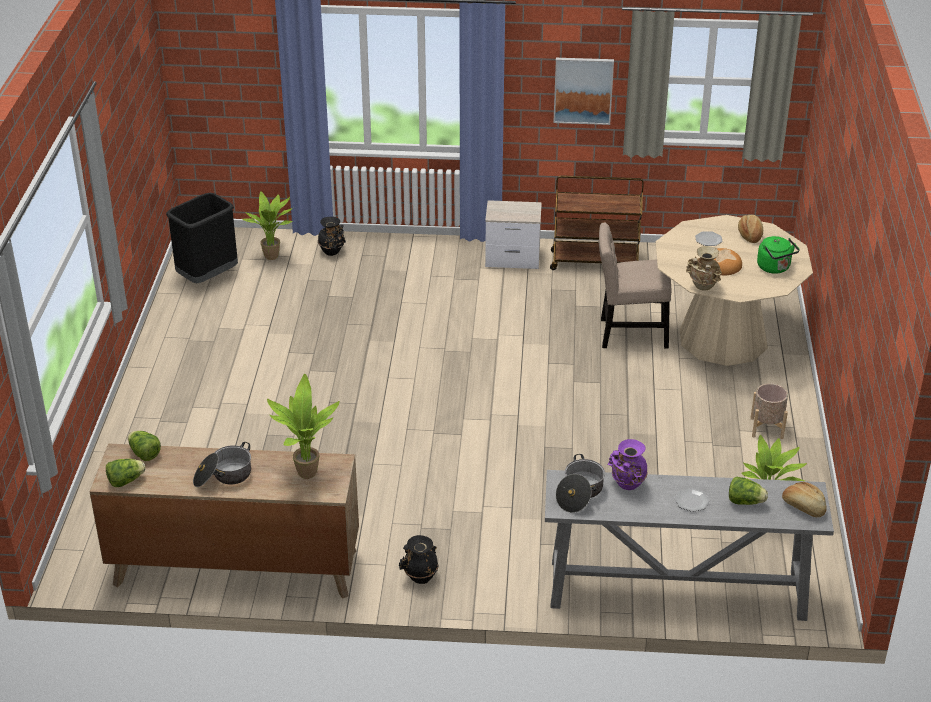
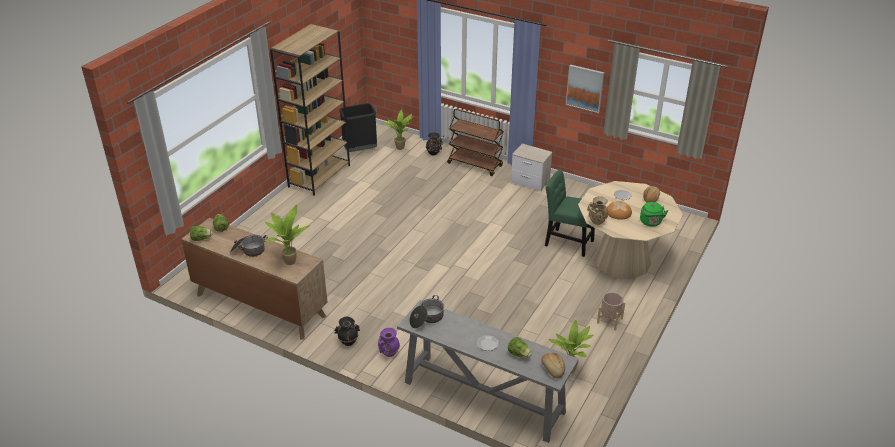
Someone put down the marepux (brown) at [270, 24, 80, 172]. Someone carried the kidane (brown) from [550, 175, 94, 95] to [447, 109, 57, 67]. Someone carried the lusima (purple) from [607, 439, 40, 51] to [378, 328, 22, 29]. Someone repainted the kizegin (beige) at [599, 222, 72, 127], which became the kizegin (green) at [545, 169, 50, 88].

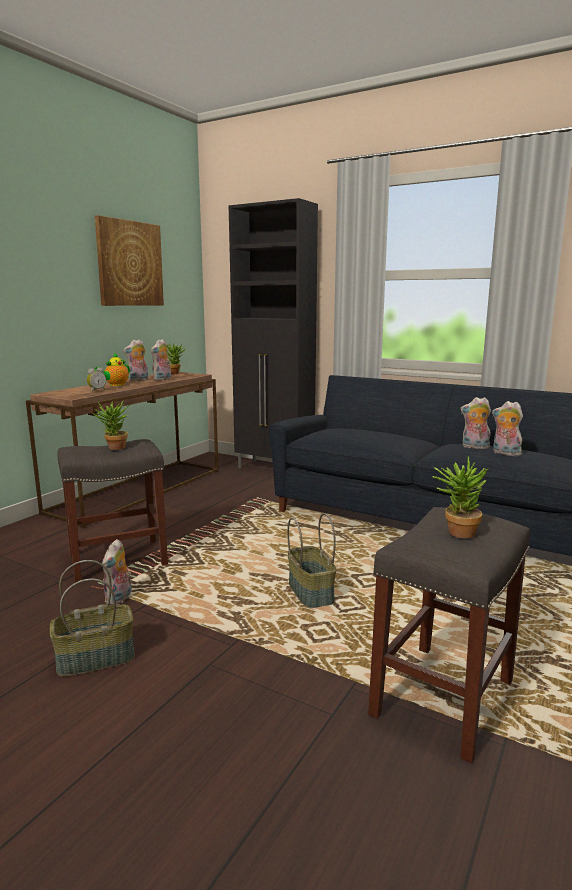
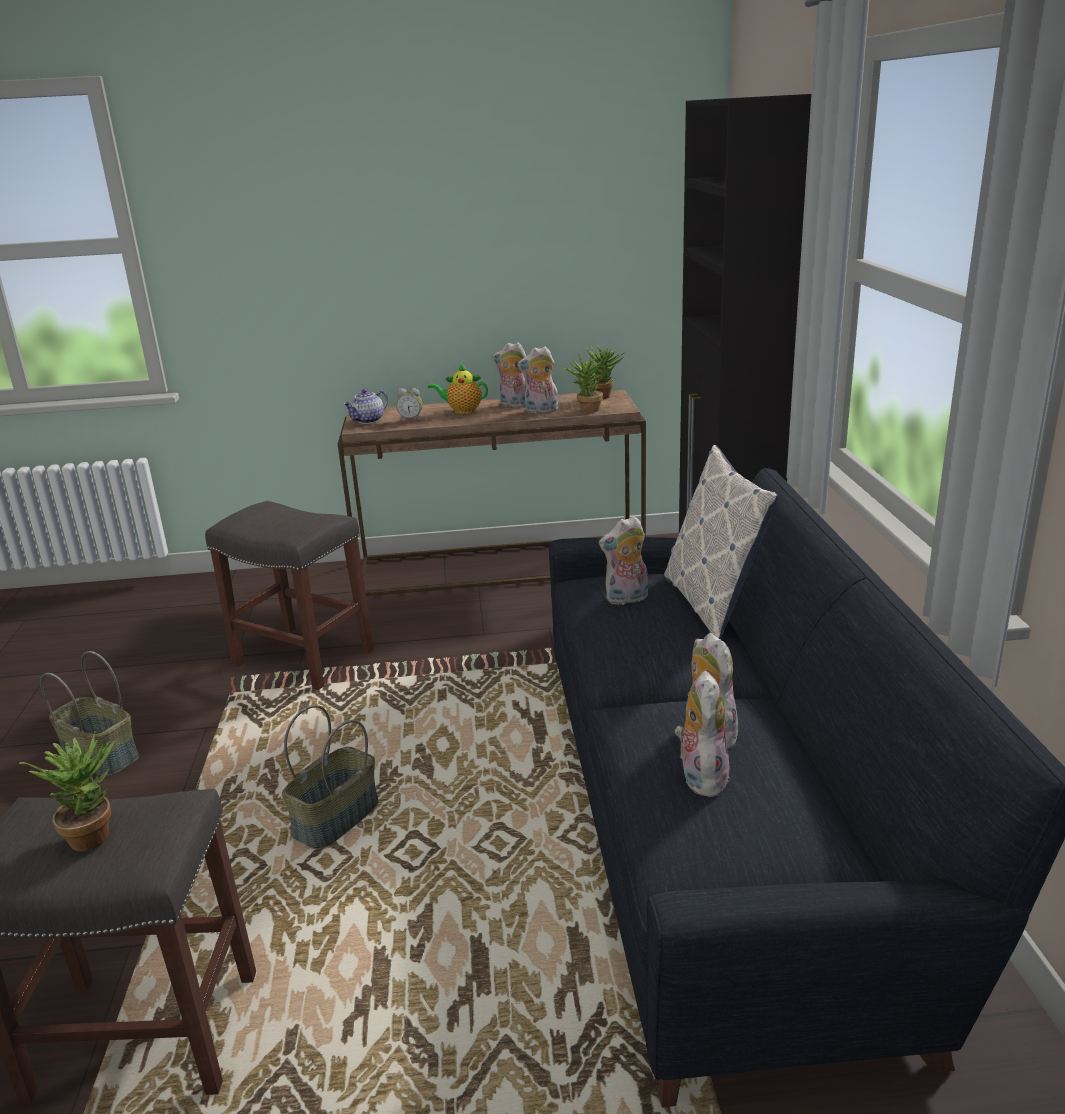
Someone took away the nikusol at [95, 215, 69, 91]. Someone put down the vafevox at [343, 389, 45, 35]. Someone put down the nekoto at [664, 445, 114, 195]. Someone carried the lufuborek from [92, 401, 37, 49] to [563, 354, 41, 59]. Someone carried the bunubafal from [102, 539, 30, 66] to [599, 516, 49, 89].

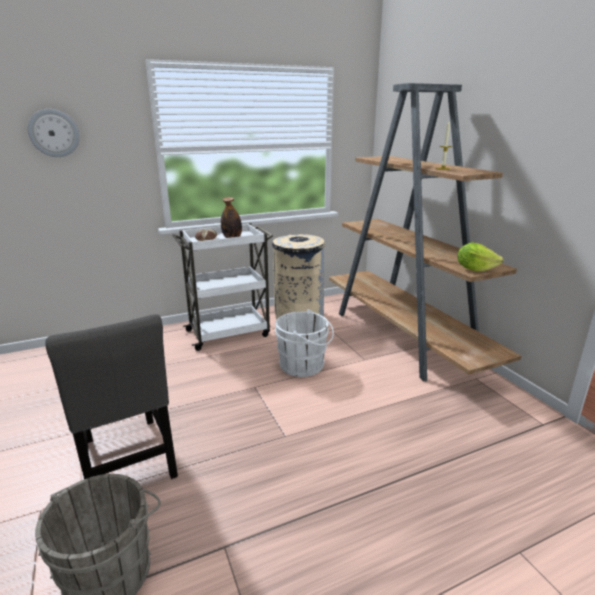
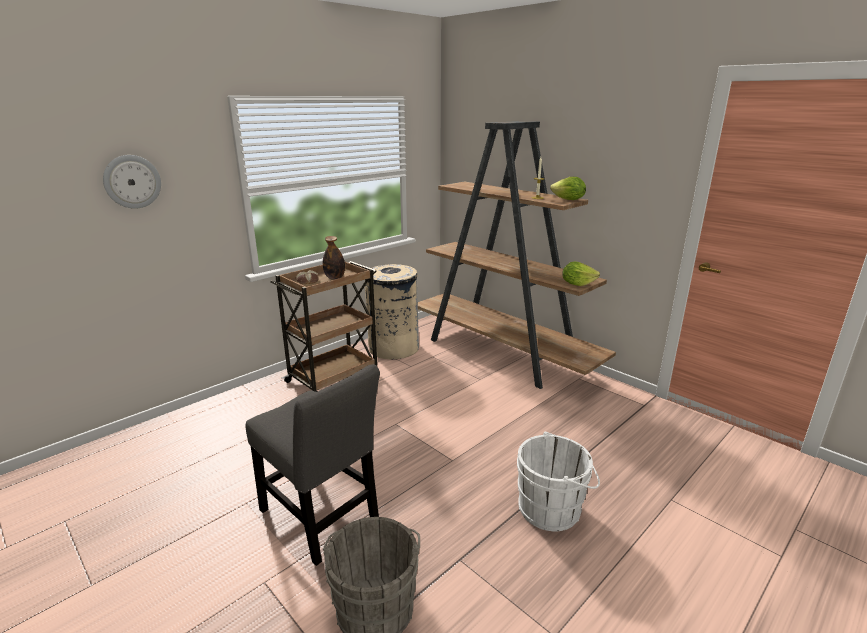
Someone put down the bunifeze at [550, 177, 36, 23]. Someone carried the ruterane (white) from [275, 309, 59, 68] to [517, 431, 83, 100]. Someone repainted the kidane (white) at [173, 223, 100, 128], which became the kidane (brown) at [270, 260, 107, 132].

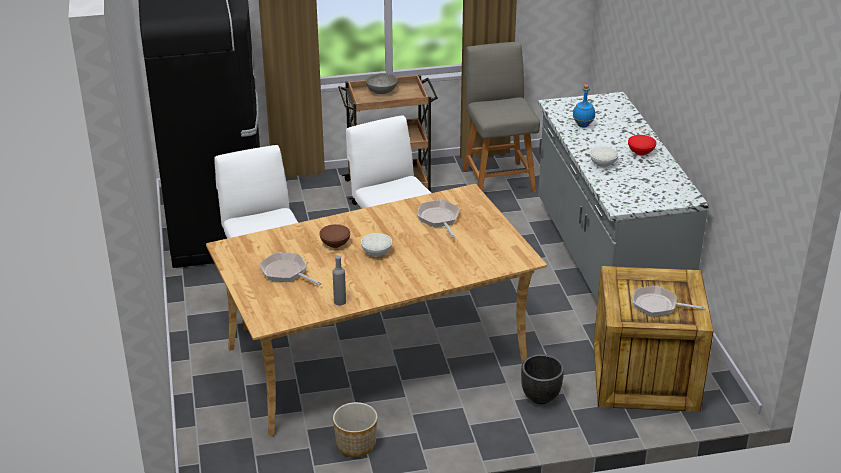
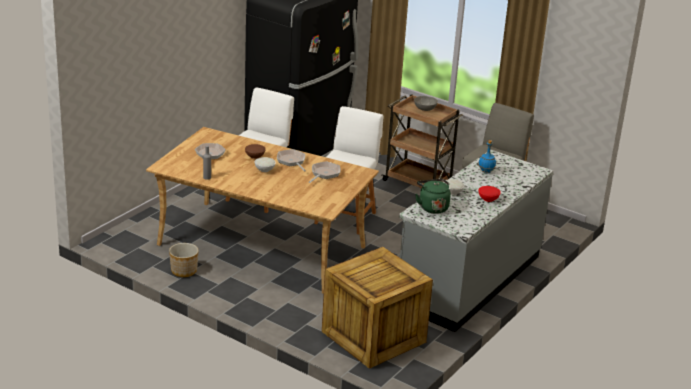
Someone took away the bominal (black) at [521, 354, 43, 50]. Someone put down the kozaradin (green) at [415, 179, 36, 35]. Someone carried the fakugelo from [632, 286, 73, 31] to [277, 149, 29, 22].

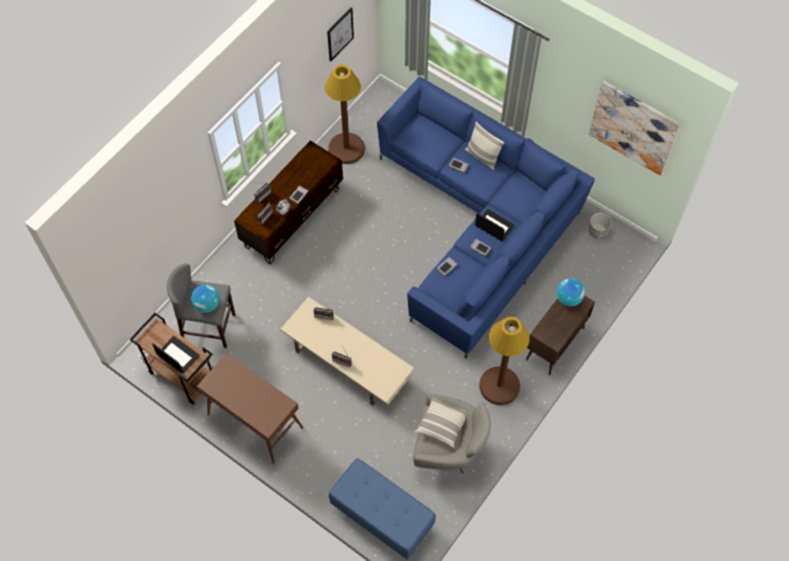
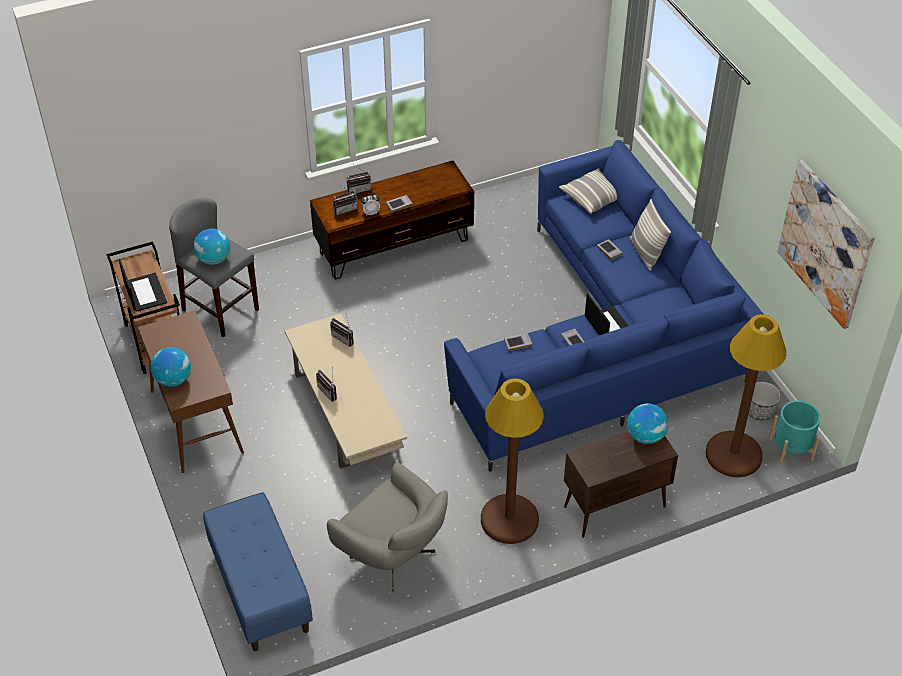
Someone took away the nikusol at [327, 8, 27, 54]. Someone put down the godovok at [151, 347, 40, 40]. Someone put down the bominal (turquoise) at [769, 400, 52, 65]. Someone carried the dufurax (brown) from [325, 64, 40, 100] to [706, 314, 80, 163]. Someone carried the nekoto from [414, 398, 54, 50] to [559, 169, 58, 45].

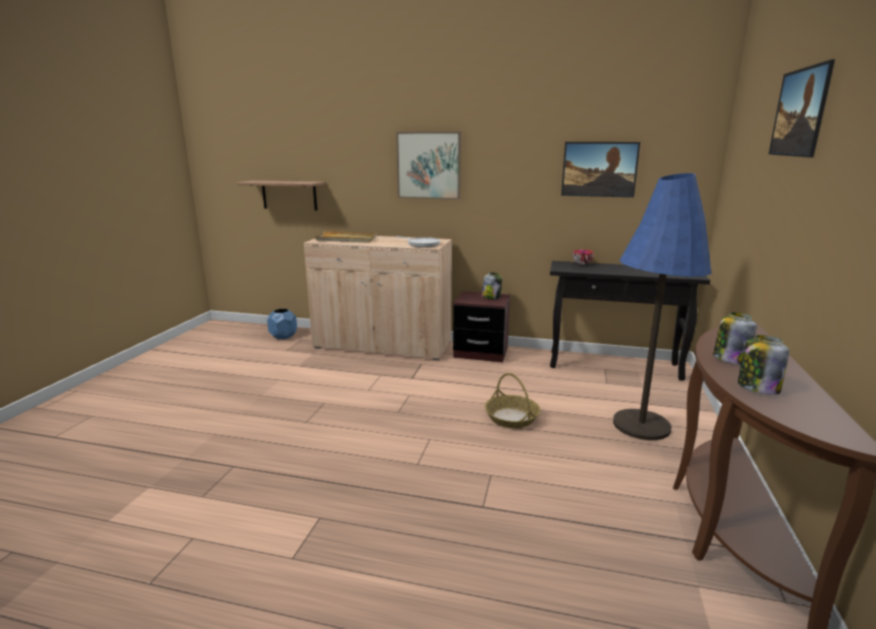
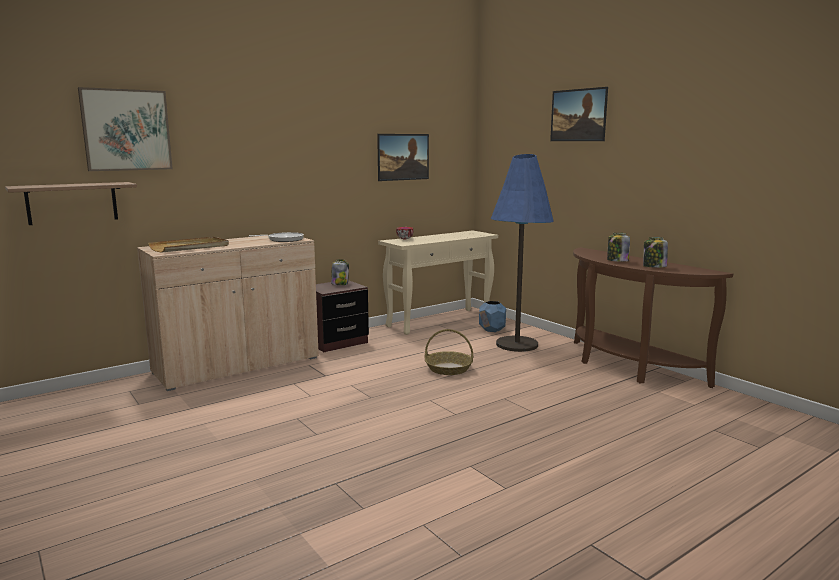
Someone carried the bominal (blue) from [267, 309, 30, 30] to [479, 301, 27, 31]. Someone carried the nikusol from [396, 132, 65, 68] to [78, 87, 95, 84]. Someone repainted the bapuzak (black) at [550, 261, 160, 120], which became the bapuzak (beige) at [378, 230, 120, 105].

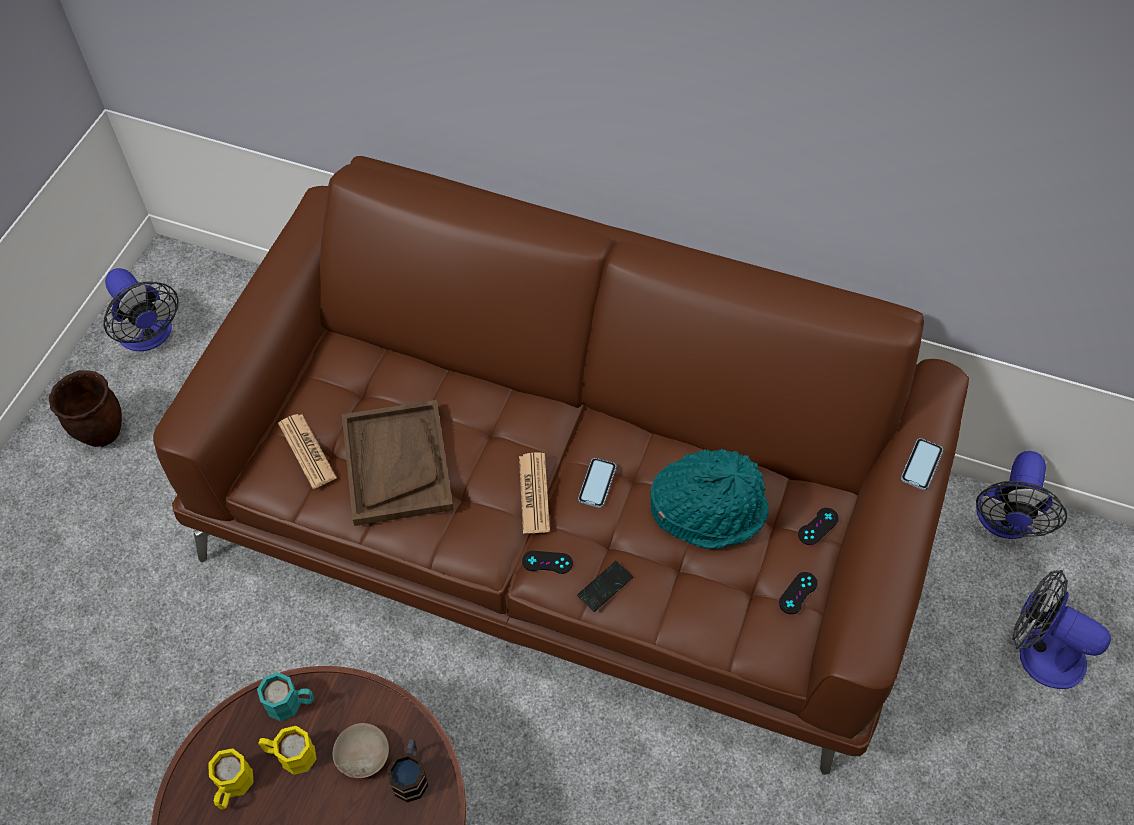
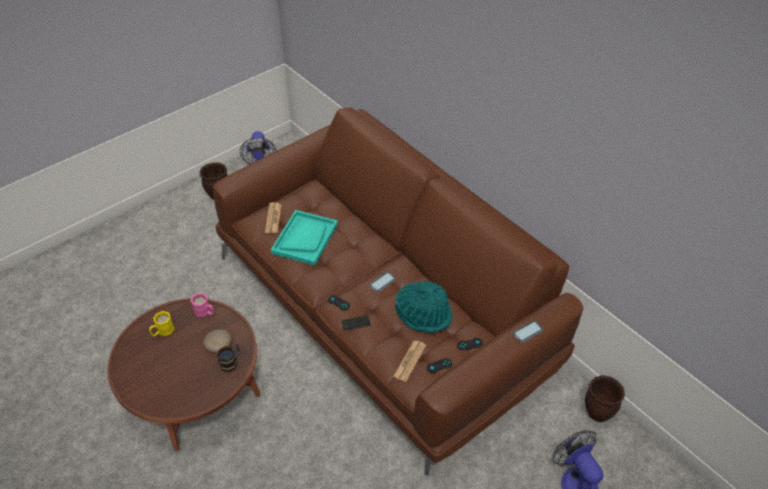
Someone took away the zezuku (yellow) at [258, 726, 59, 49]. Someone carried the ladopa from [519, 453, 31, 81] to [393, 341, 33, 41]. Someone swapped the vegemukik at [976, 451, 91, 88] for the bominal (brown) at [585, 375, 40, 47]. Someone repainted the zezuku (turquoise) at [257, 672, 57, 49], which became the zezuku (pink) at [191, 293, 23, 24]. Someone repainted the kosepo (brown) at [342, 400, 112, 126], which became the kosepo (turquoise) at [271, 210, 67, 55].

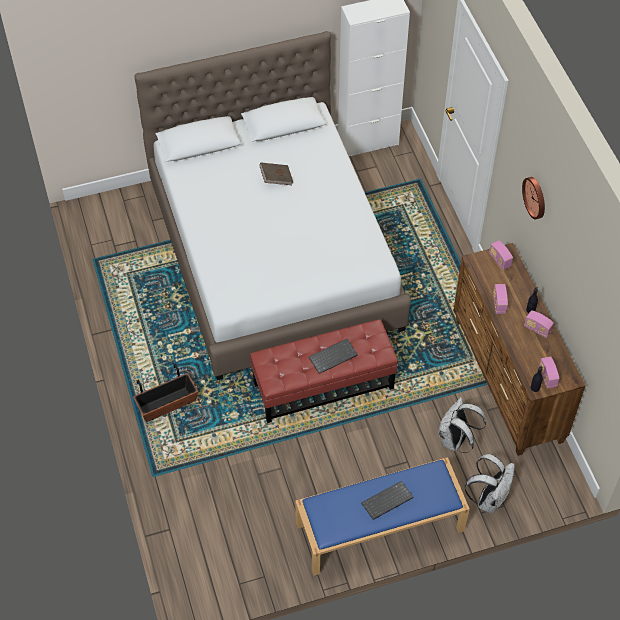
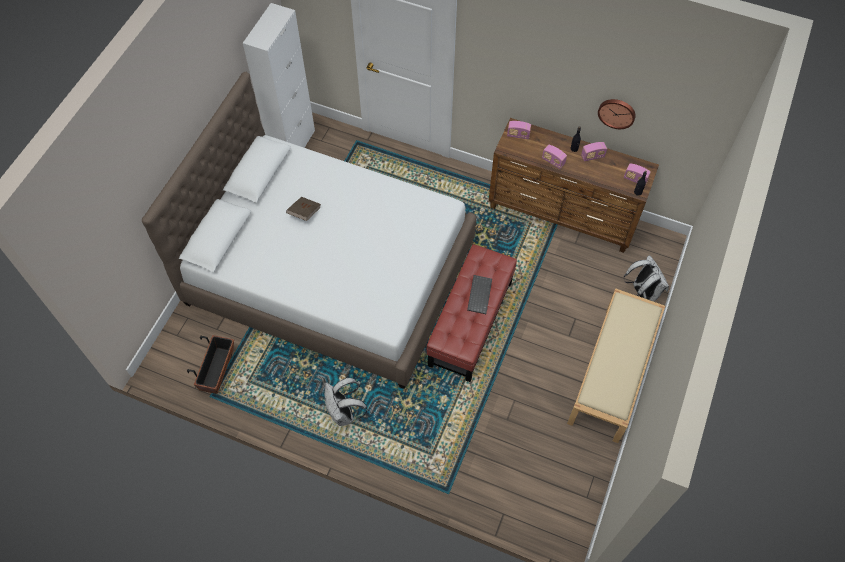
Someone took away the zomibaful at [361, 481, 53, 39]. Someone carried the bominal from [133, 364, 65, 58] to [187, 335, 47, 59]. Someone carried the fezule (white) from [439, 397, 47, 56] to [325, 378, 42, 48]. Someone carried the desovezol from [522, 177, 23, 42] to [598, 99, 38, 30]. Someone repainted the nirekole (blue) at [295, 457, 175, 119], which became the nirekole (beige) at [567, 288, 98, 155].

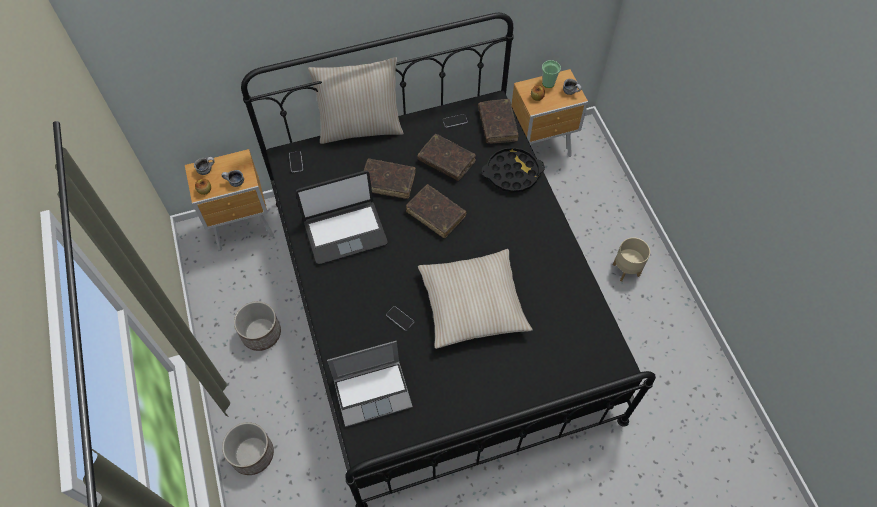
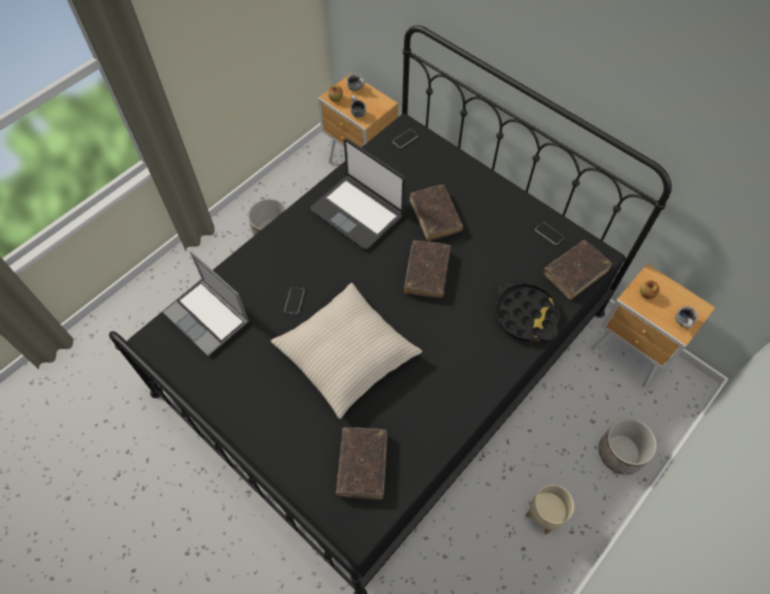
Someone took away the nekoto (beige) at [308, 57, 96, 87]. Someone took away the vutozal at [542, 60, 19, 28]. Someone carried the bominal from [222, 422, 52, 53] to [599, 418, 58, 57]. Someone carried the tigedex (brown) from [418, 134, 58, 47] to [336, 427, 51, 73].

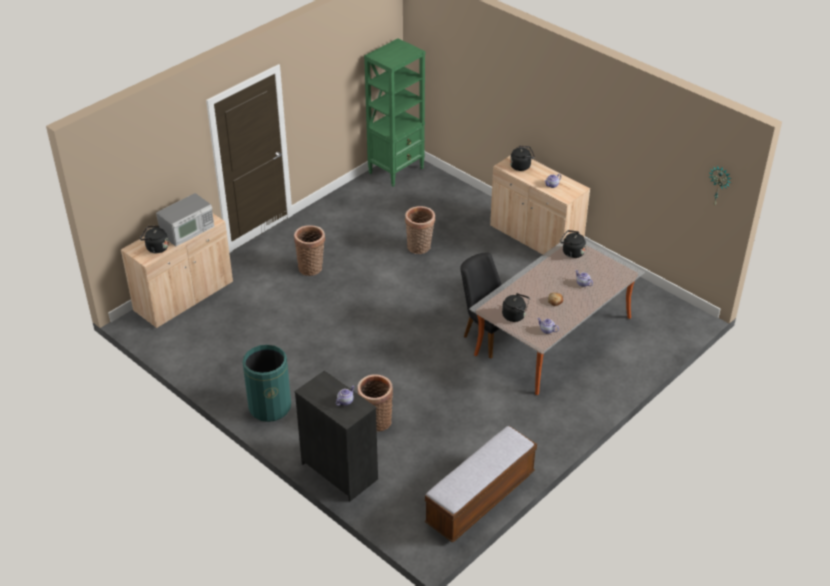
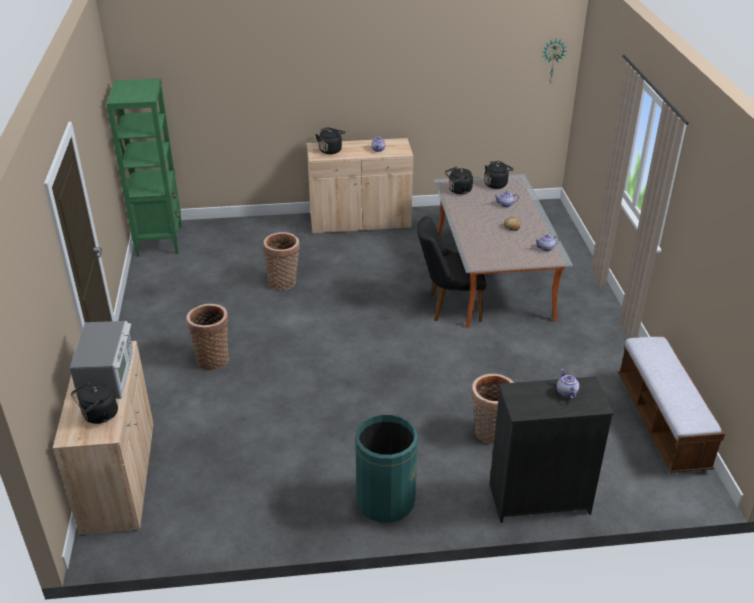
Someone carried the kozaradin (black) from [502, 293, 28, 29] to [484, 161, 30, 28].

